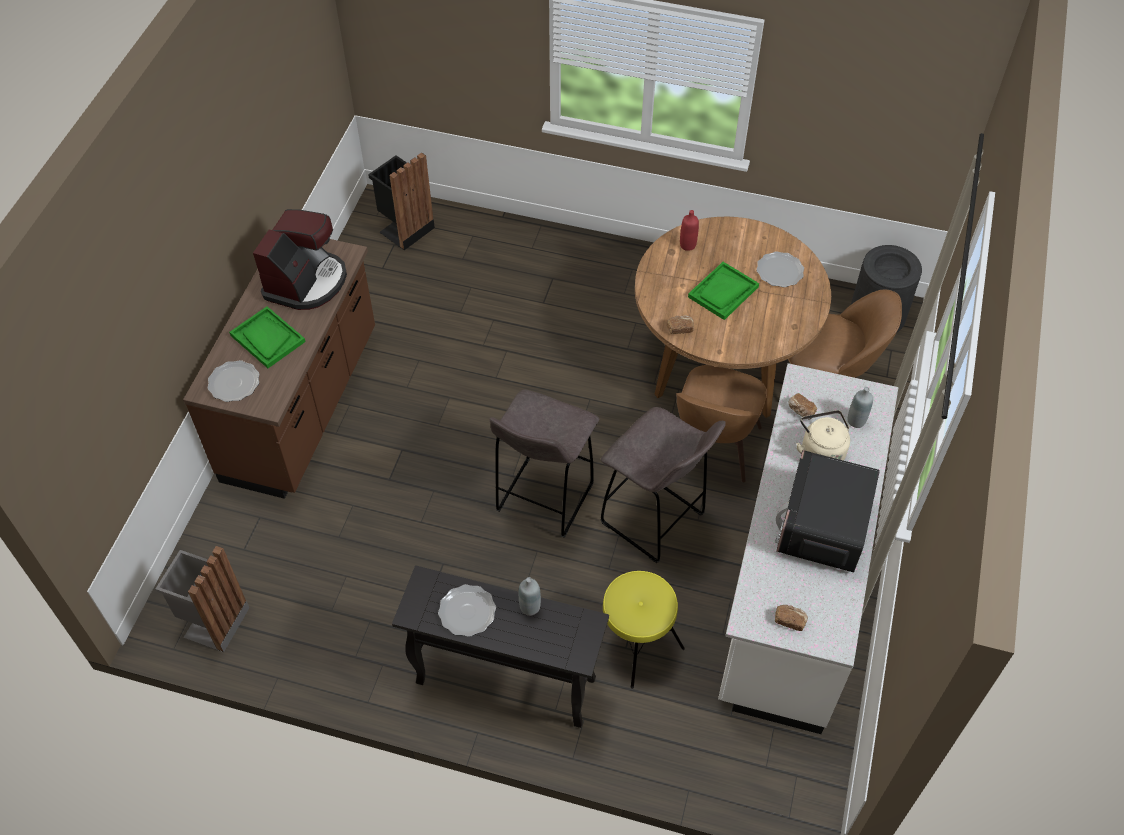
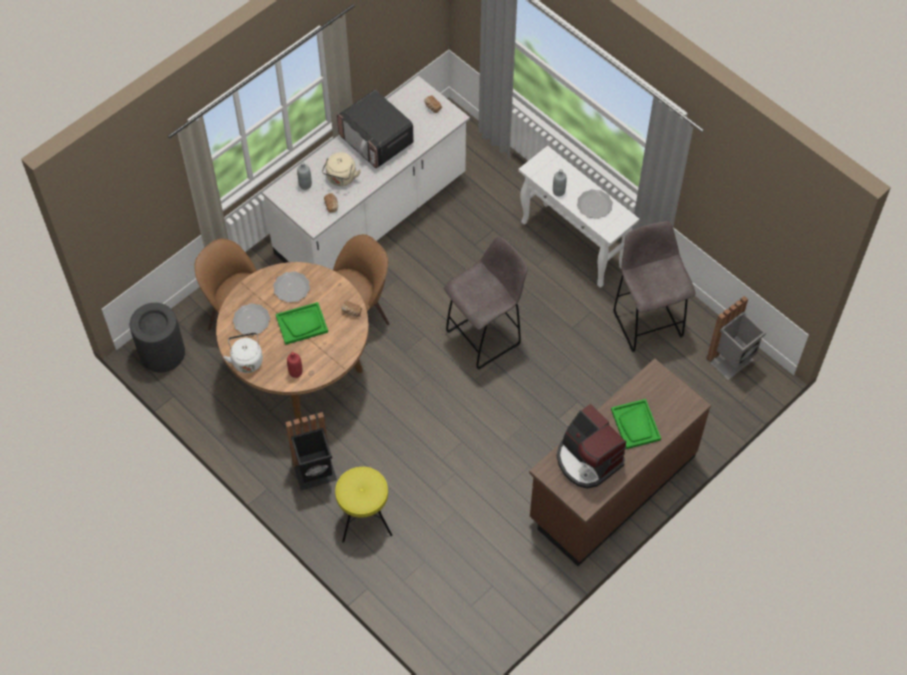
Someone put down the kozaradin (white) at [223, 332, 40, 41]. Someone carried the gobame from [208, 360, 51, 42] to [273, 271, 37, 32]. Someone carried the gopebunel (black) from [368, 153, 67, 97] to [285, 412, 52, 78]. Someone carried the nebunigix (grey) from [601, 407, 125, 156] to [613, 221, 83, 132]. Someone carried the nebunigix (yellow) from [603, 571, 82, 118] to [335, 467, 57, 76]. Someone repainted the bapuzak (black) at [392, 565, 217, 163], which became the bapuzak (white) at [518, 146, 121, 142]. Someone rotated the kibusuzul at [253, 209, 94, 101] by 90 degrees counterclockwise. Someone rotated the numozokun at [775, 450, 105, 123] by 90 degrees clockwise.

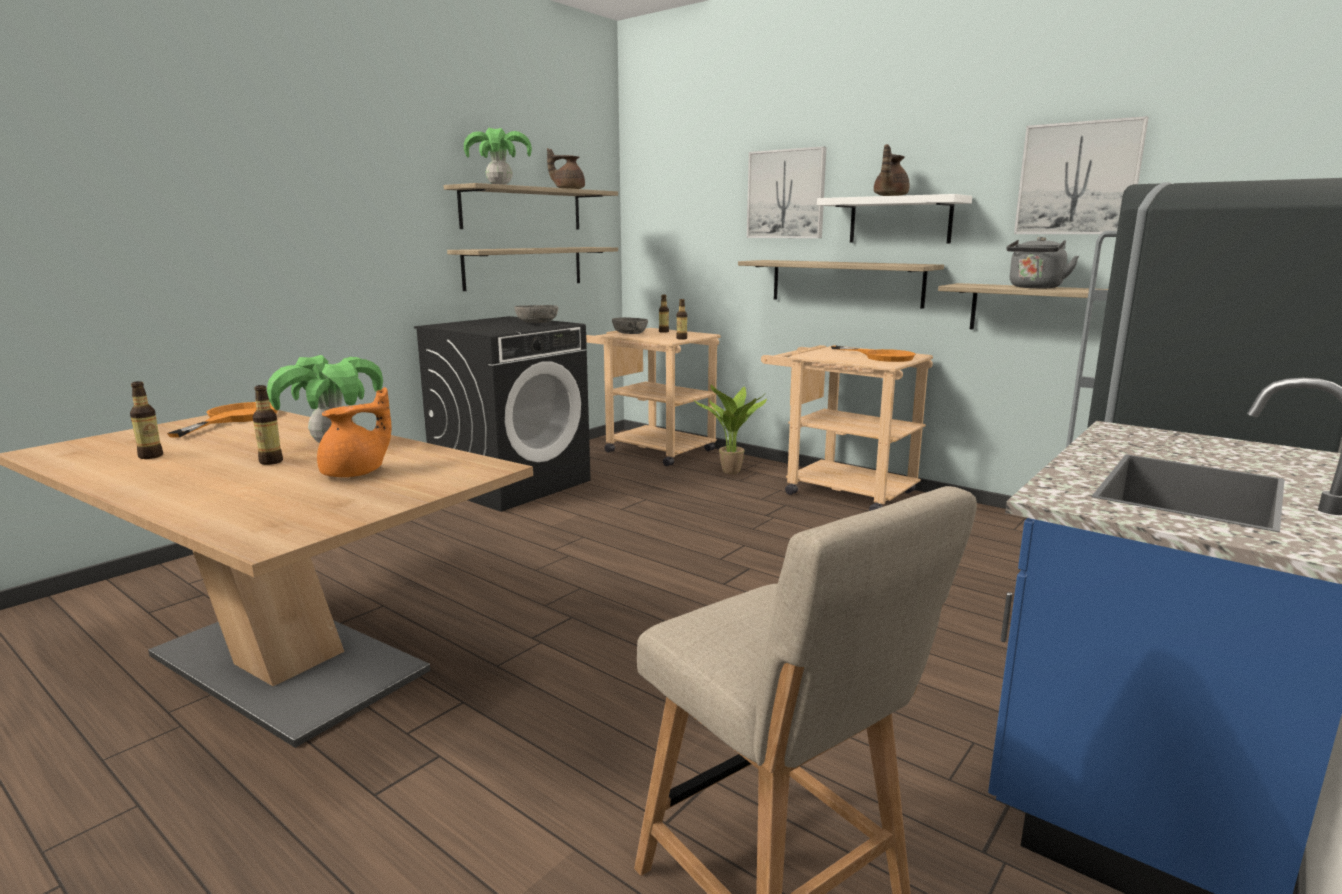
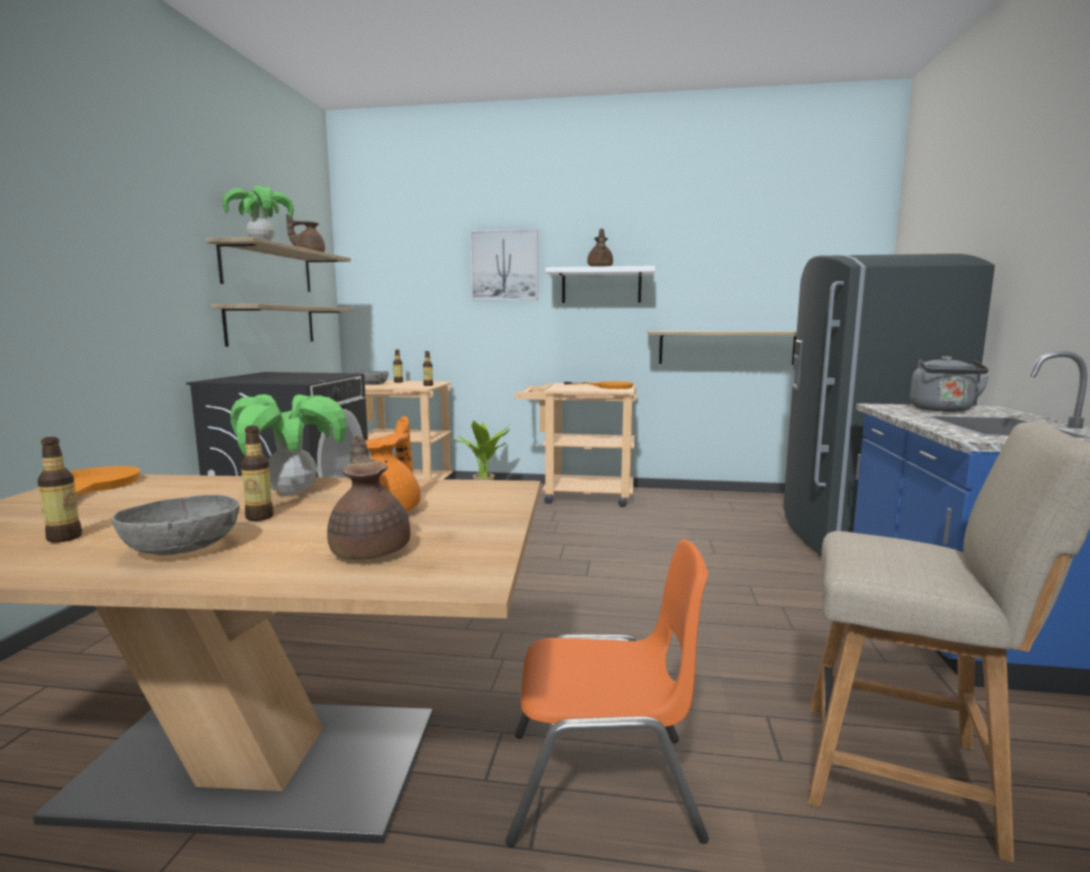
Someone took away the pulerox at [738, 260, 206, 49]. Someone took away the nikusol at [1014, 116, 135, 118]. Someone put down the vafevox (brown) at [327, 435, 83, 125]. Someone put down the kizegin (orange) at [505, 539, 204, 308]. Someone carried the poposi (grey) from [514, 305, 44, 18] to [112, 495, 128, 60]. Someone carried the kozaradin (grey) from [1006, 237, 73, 51] to [910, 356, 80, 56].

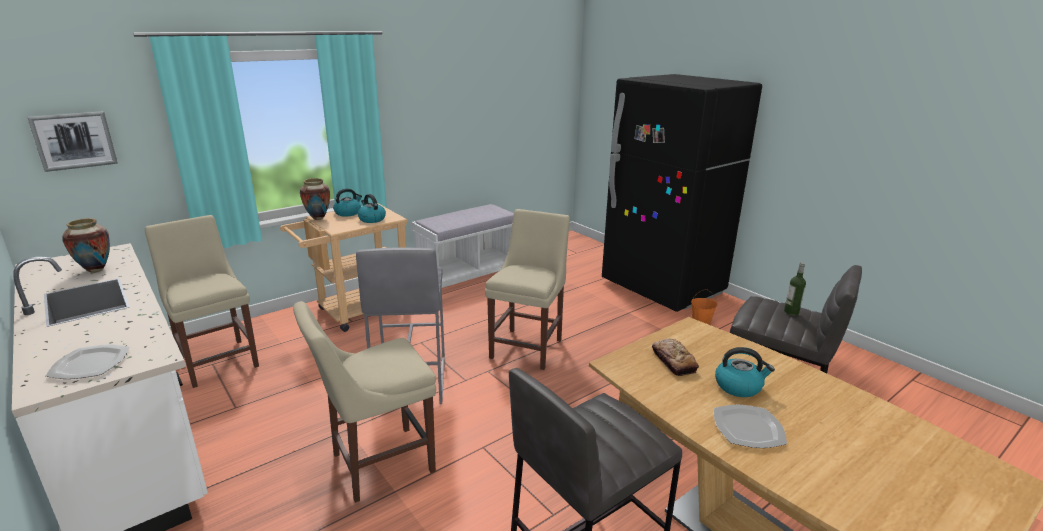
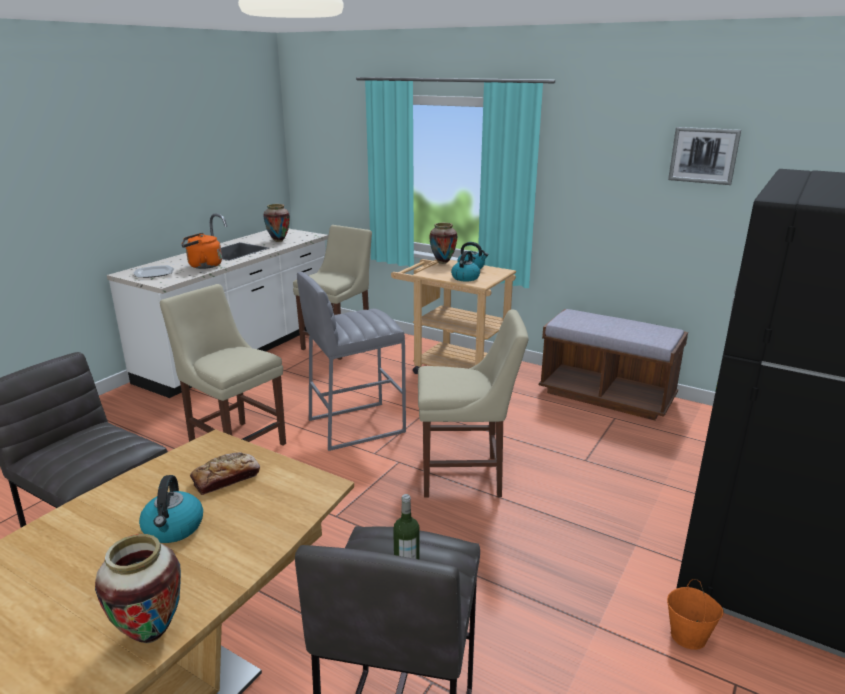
Someone took away the gobame at [714, 405, 73, 43]. Someone put down the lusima at [95, 534, 86, 109]. Someone put down the kozaradin (orange) at [181, 233, 41, 36]. Someone carried the nikusol from [27, 111, 91, 61] to [668, 127, 73, 58]. Someone repainted the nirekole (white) at [412, 204, 102, 84], which became the nirekole (brown) at [539, 309, 149, 112].

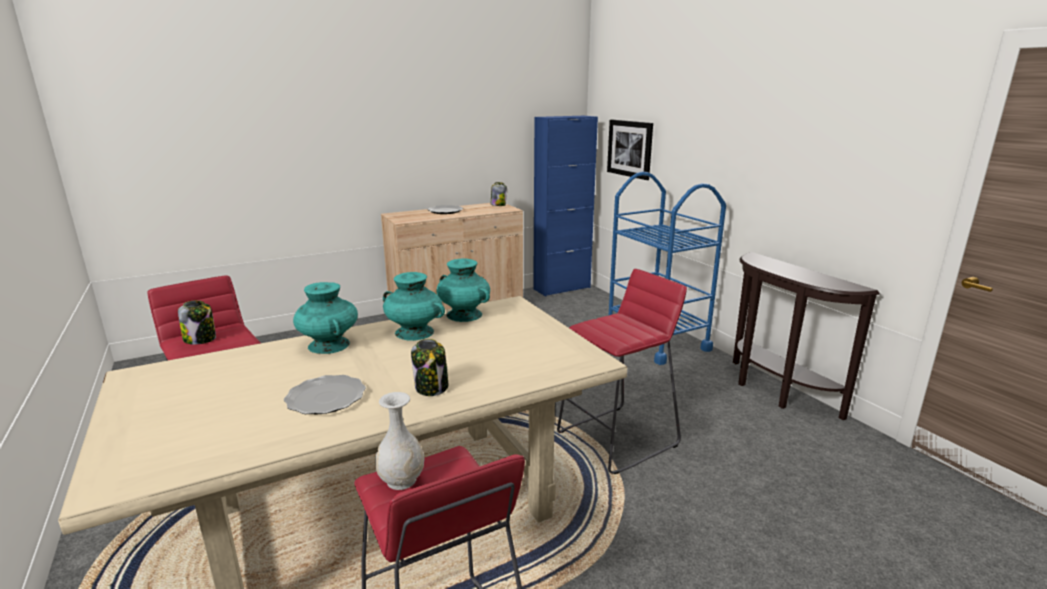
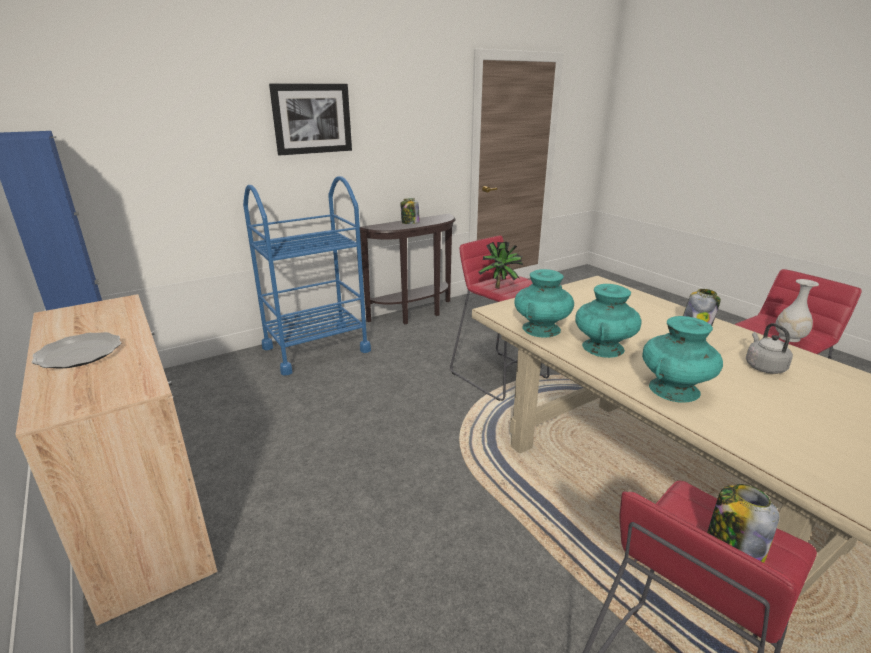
Someone put down the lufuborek at [479, 242, 44, 47]. Someone carried the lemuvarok from [491, 182, 16, 24] to [401, 198, 19, 26]. Someone carried the nikusol from [607, 120, 46, 60] to [269, 84, 83, 72]. Someone swapped the gobame at [284, 375, 82, 39] for the kozaradin (grey) at [746, 323, 47, 51].

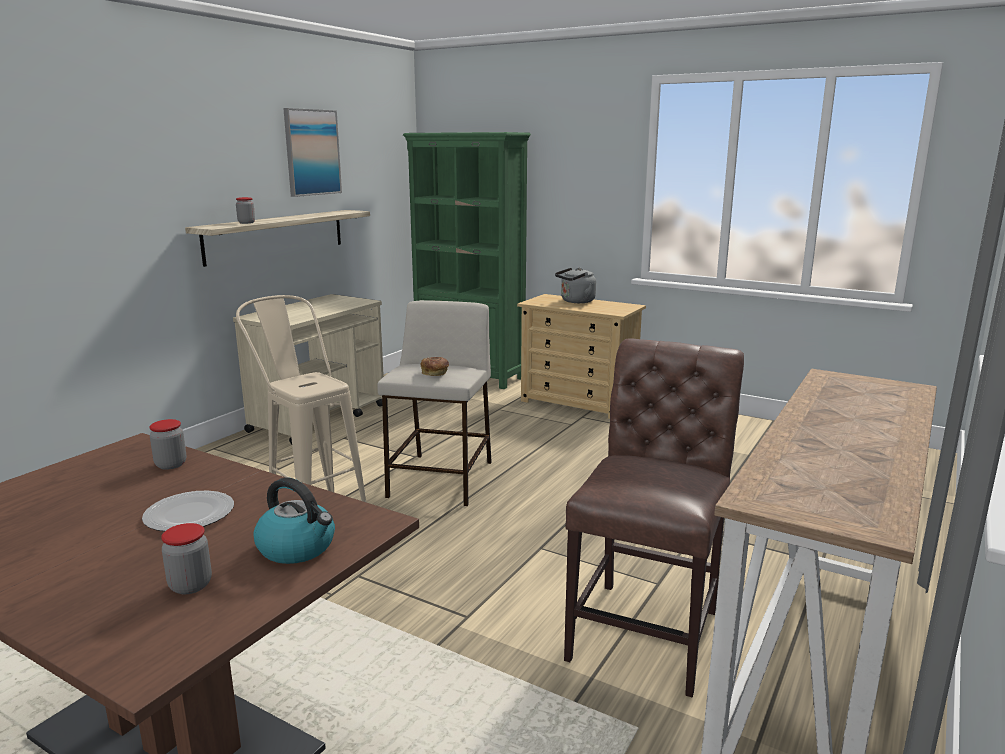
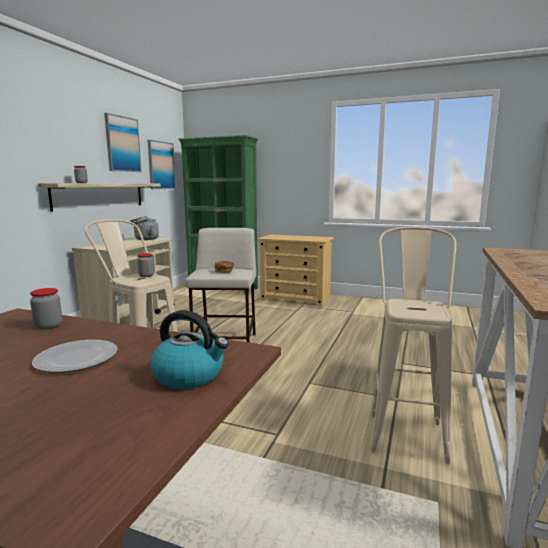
Someone put up the nikusol at [148, 140, 28, 49]. Someone carried the lemuvarok from [161, 523, 51, 71] to [137, 253, 17, 24]. Someone carried the kozaradin (grey) from [555, 268, 41, 35] to [130, 216, 29, 24]. Someone swapped the kizegin (brown) at [564, 338, 180, 359] for the nebunigix (beige) at [370, 227, 87, 237].

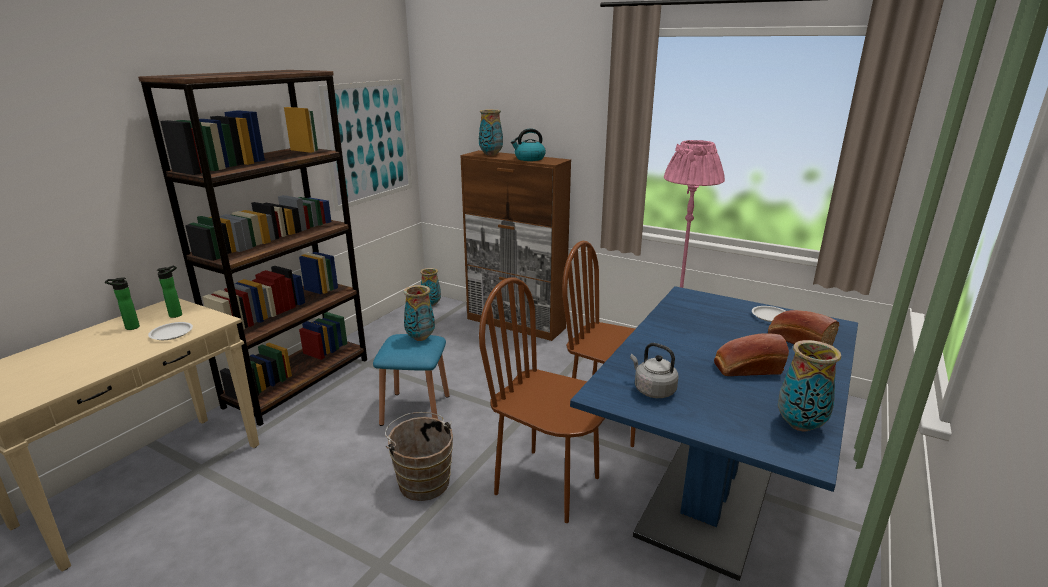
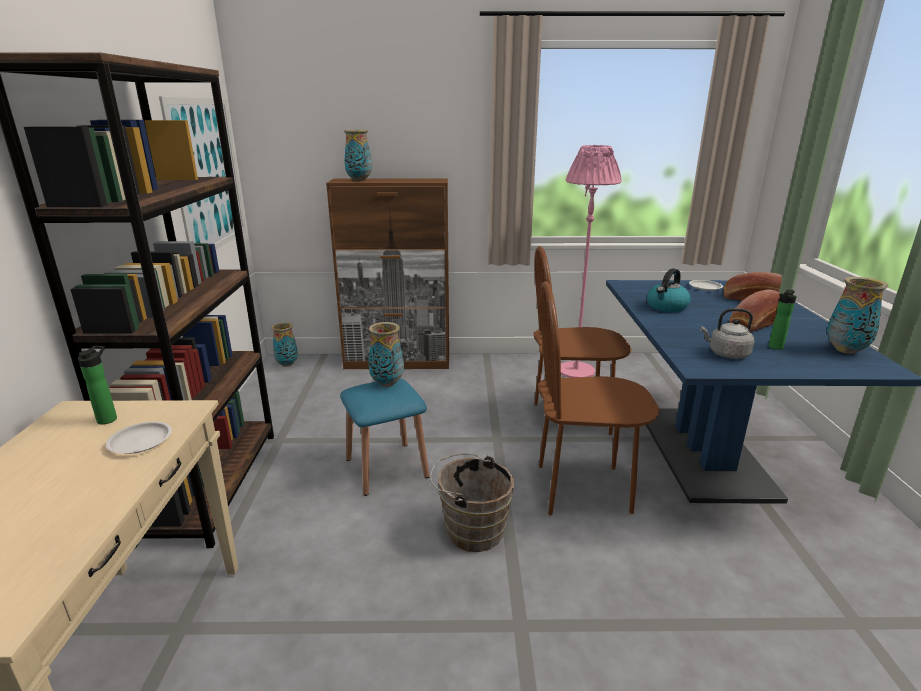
Someone carried the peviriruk from [105, 277, 35, 53] to [768, 290, 29, 60]. Someone carried the kozaradin from [511, 129, 35, 32] to [647, 268, 44, 44].

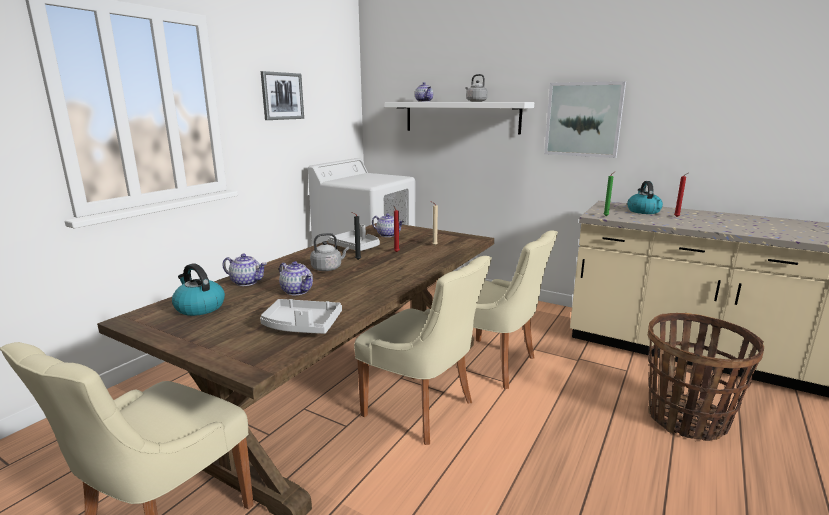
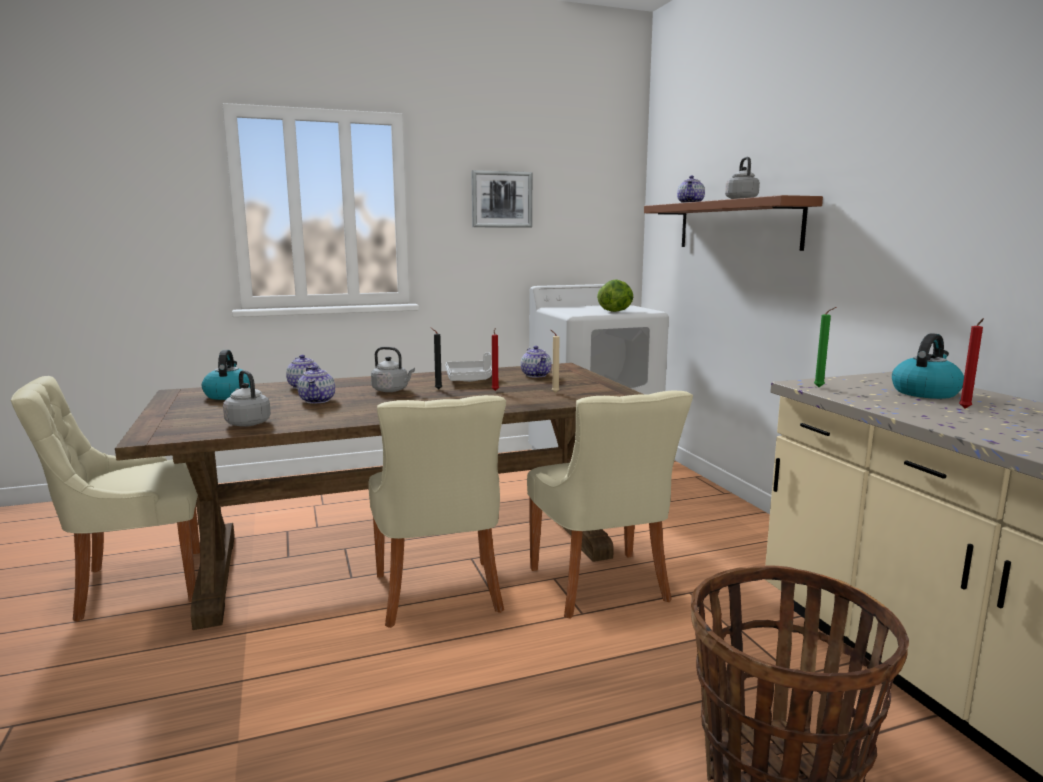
Someone took away the nikusol at [544, 81, 82, 77]. Someone put down the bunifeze at [597, 279, 36, 33]. Someone swapped the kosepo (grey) at [260, 299, 82, 35] for the kozaradin (grey) at [223, 370, 48, 57]. Someone repainted the pulerox (white) at [385, 102, 149, 33], which became the pulerox (brown) at [644, 195, 179, 56].

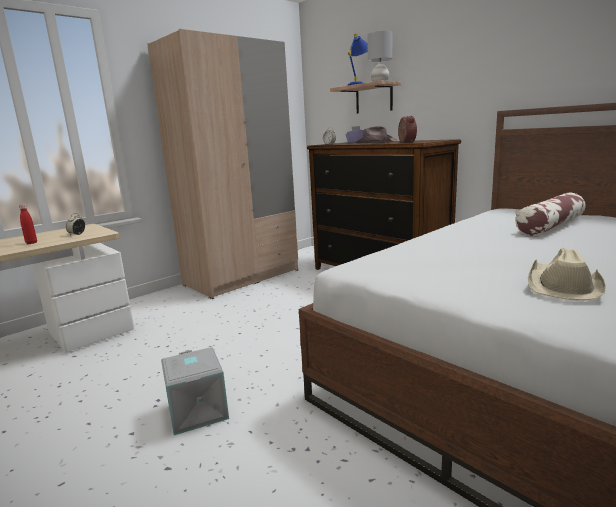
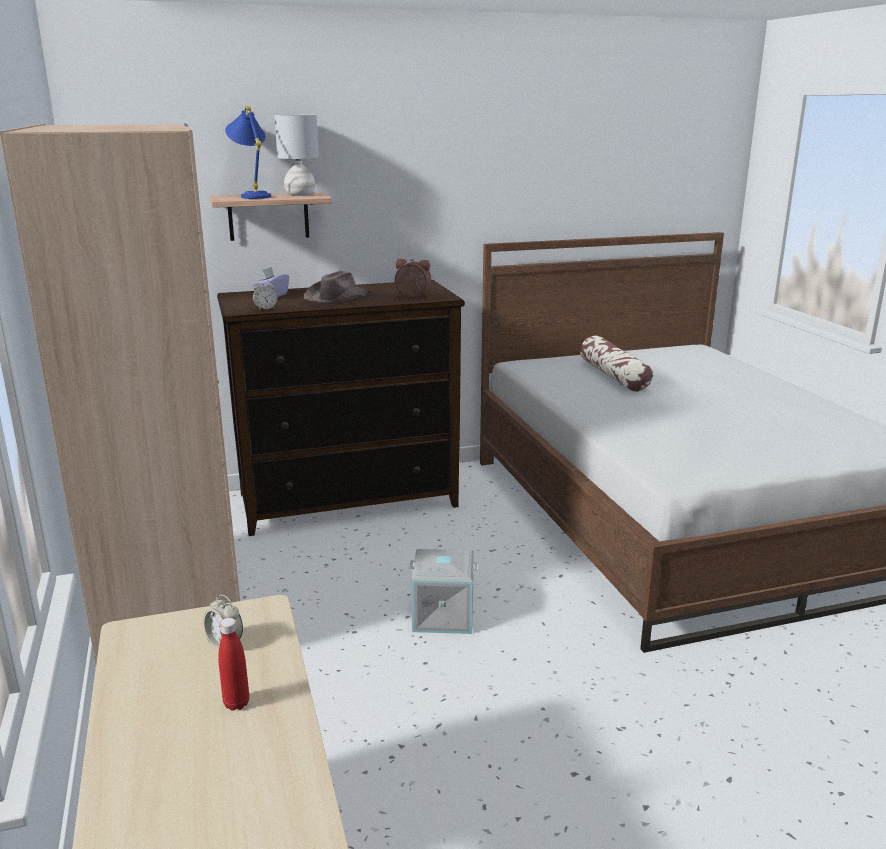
Someone took away the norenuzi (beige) at [528, 248, 78, 53]. Someone carried the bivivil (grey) from [161, 347, 68, 88] to [409, 549, 68, 85].

